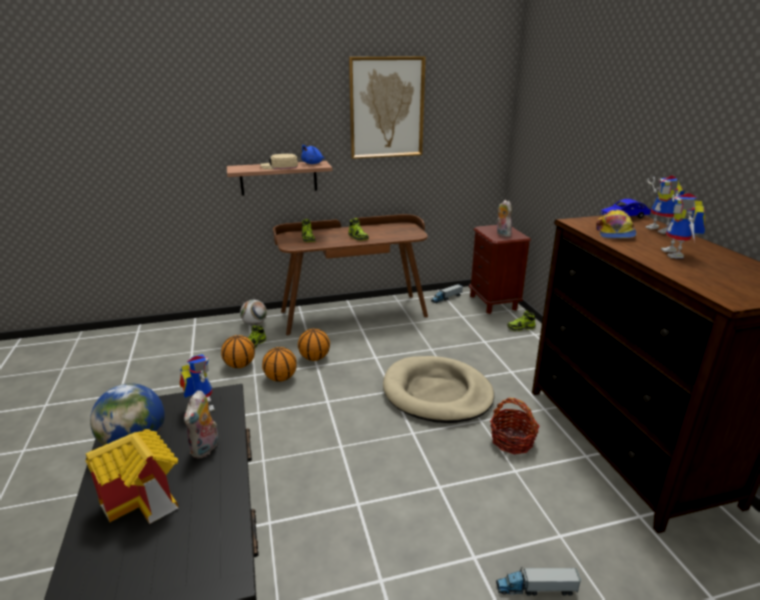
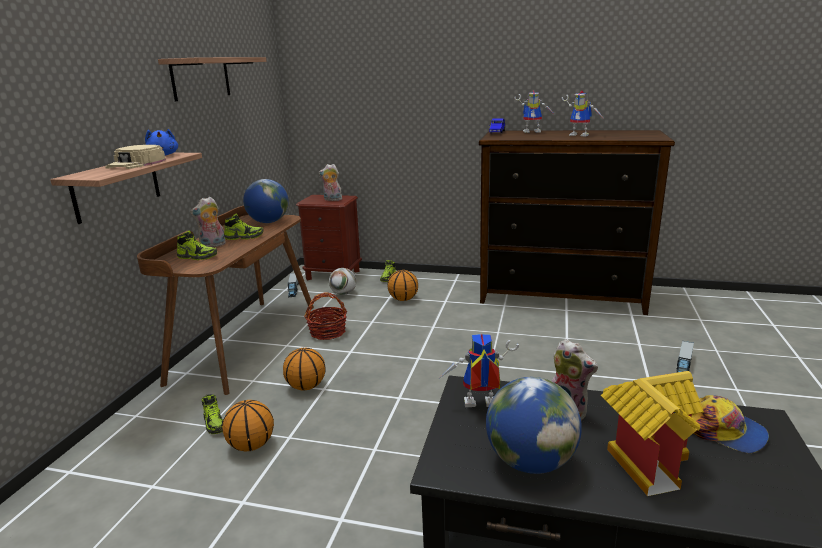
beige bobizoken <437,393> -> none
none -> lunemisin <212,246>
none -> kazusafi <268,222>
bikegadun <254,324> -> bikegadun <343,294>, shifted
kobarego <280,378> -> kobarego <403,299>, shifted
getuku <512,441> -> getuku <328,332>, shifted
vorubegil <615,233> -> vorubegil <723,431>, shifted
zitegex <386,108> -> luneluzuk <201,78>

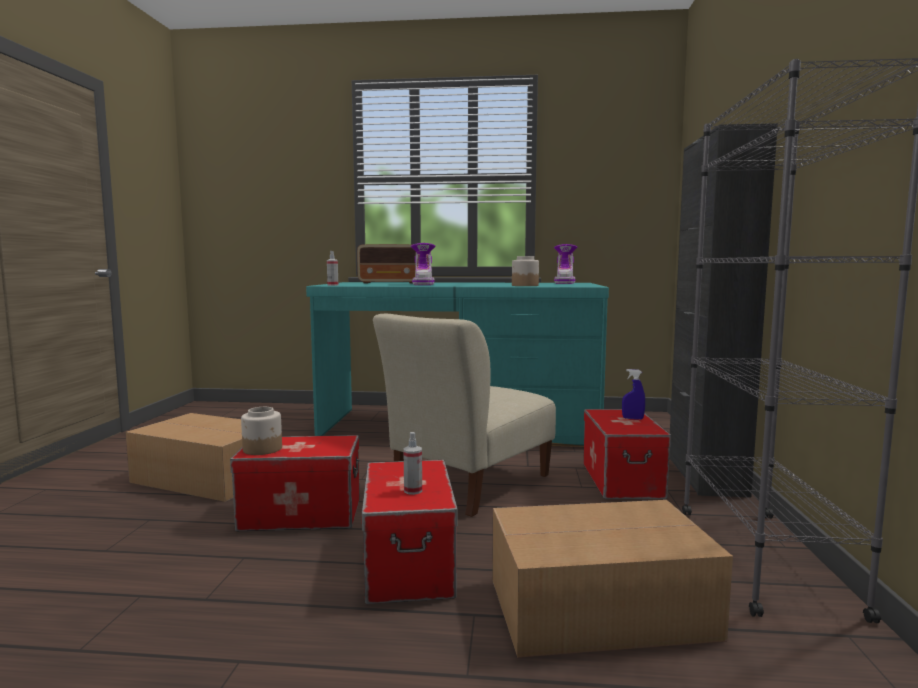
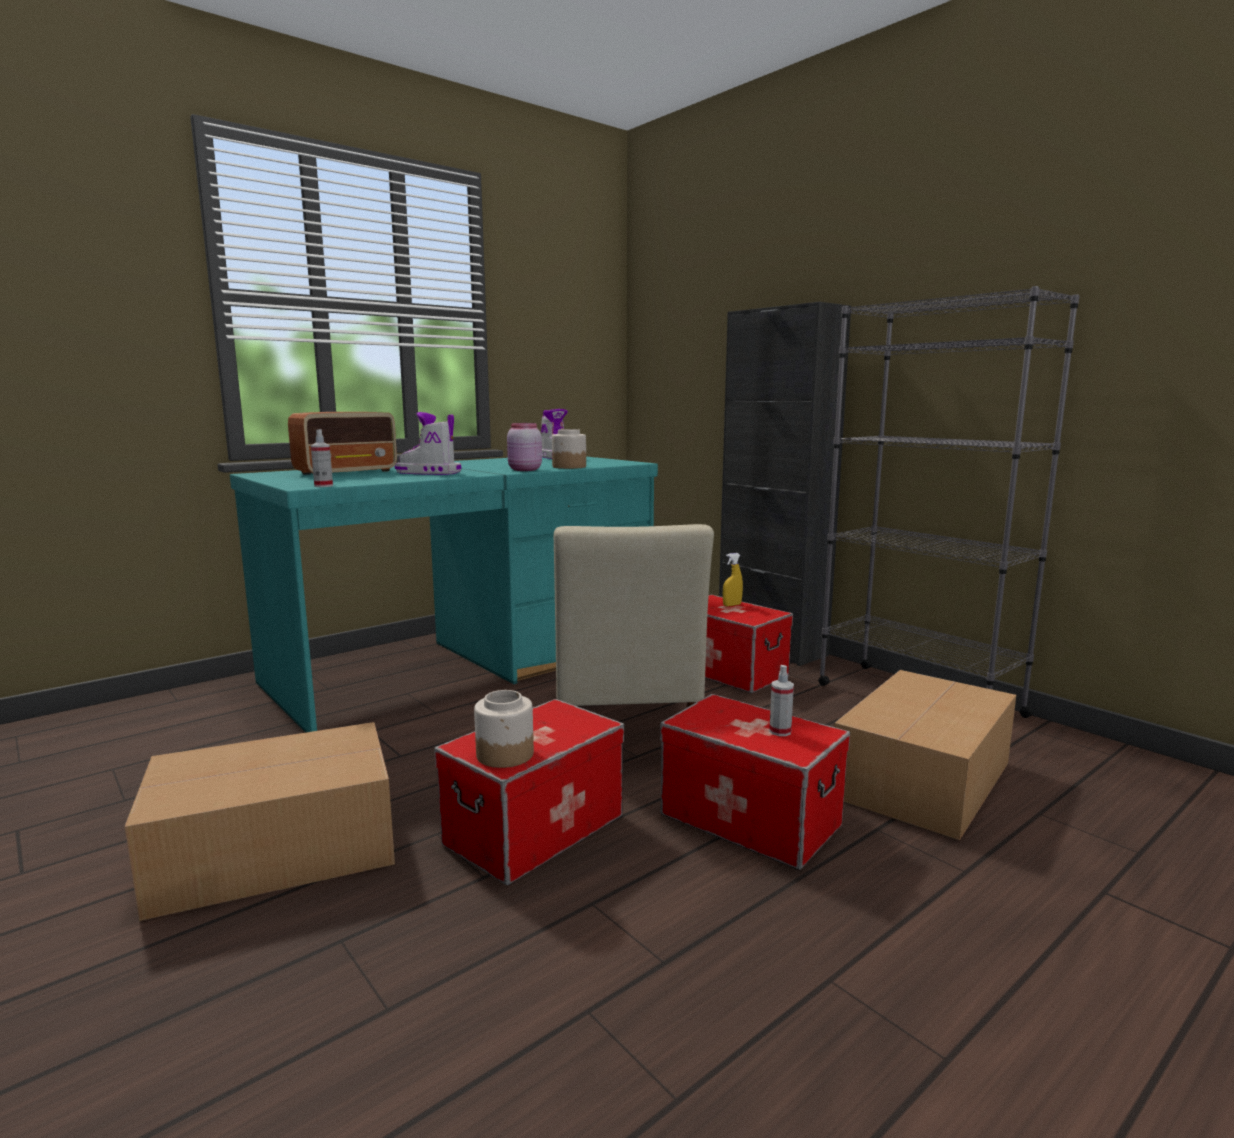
none -> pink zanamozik <524,470>
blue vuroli <632,418> -> yellow vuroli <732,605>
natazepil <423,284> -> natazepil <428,473>, 150 degrees clockwise

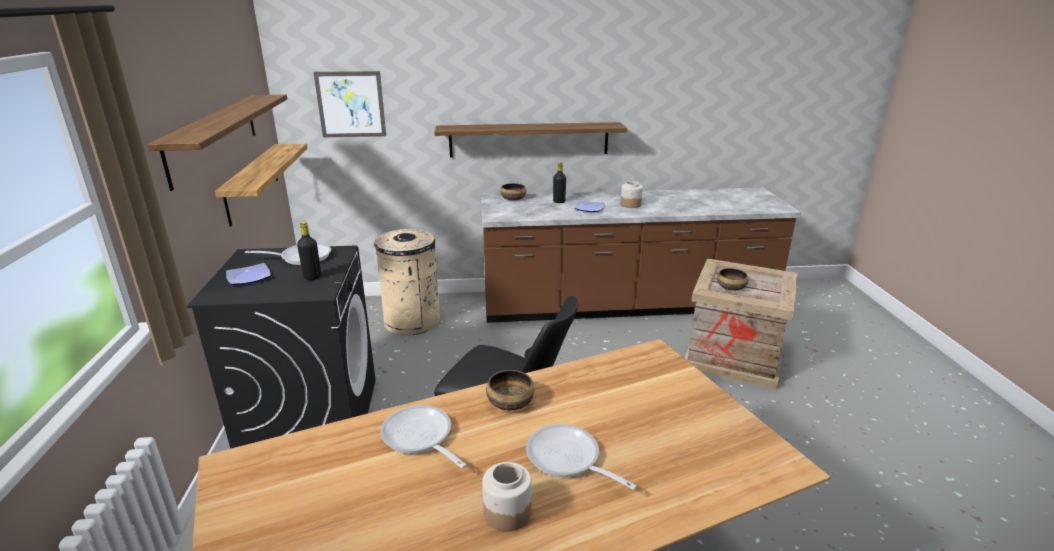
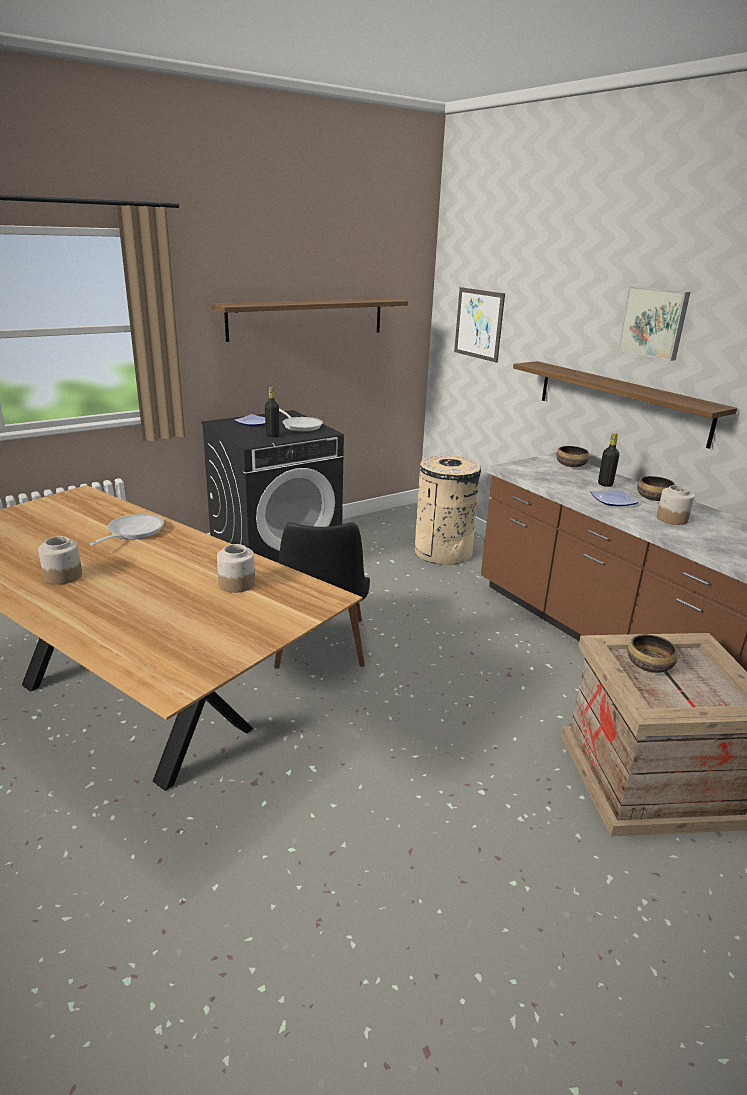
luneluzuk <252,182> -> none
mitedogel <567,459> -> none
none -> zanamozik <236,584>
none -> zitegex <654,322>
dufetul <510,401> -> dufetul <653,498>, shifted

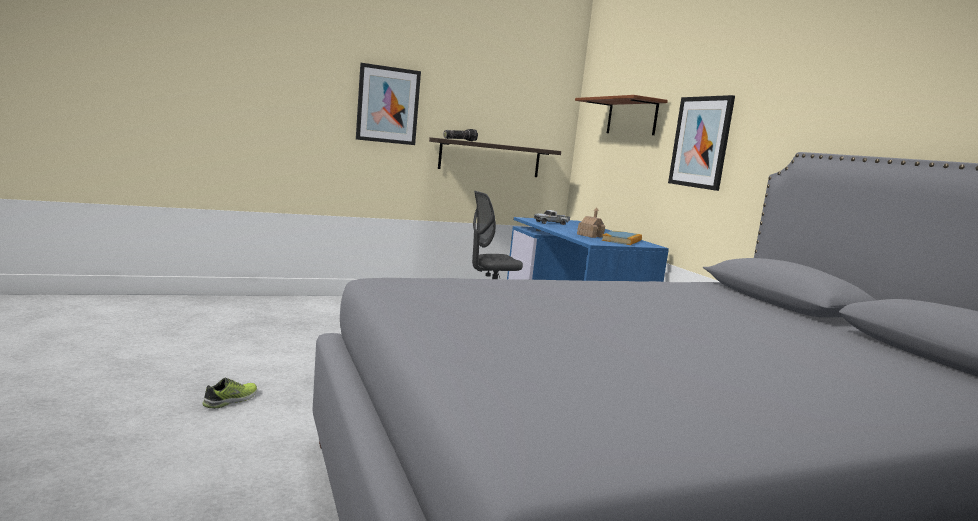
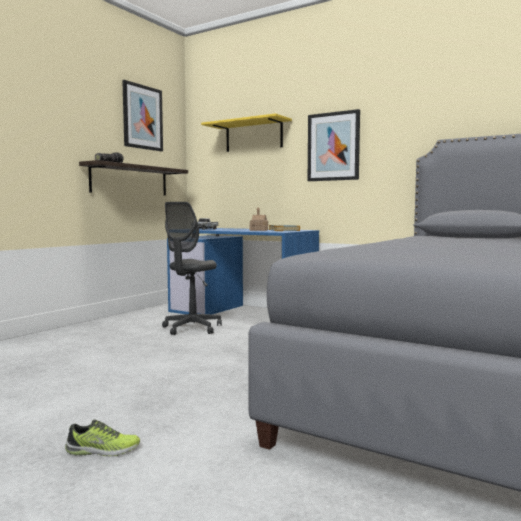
zitegex <388,105> -> zitegex <142,117>, shifted
brown luneluzuk <631,117> -> yellow luneluzuk <253,136>
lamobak <231,400> -> lamobak <102,450>, 90 degrees clockwise

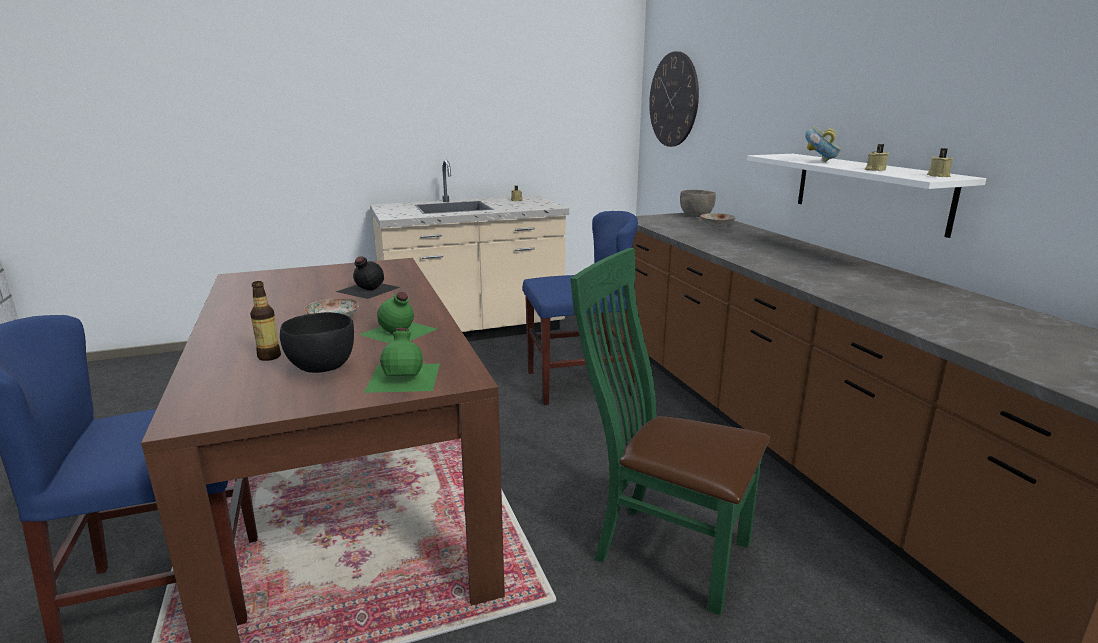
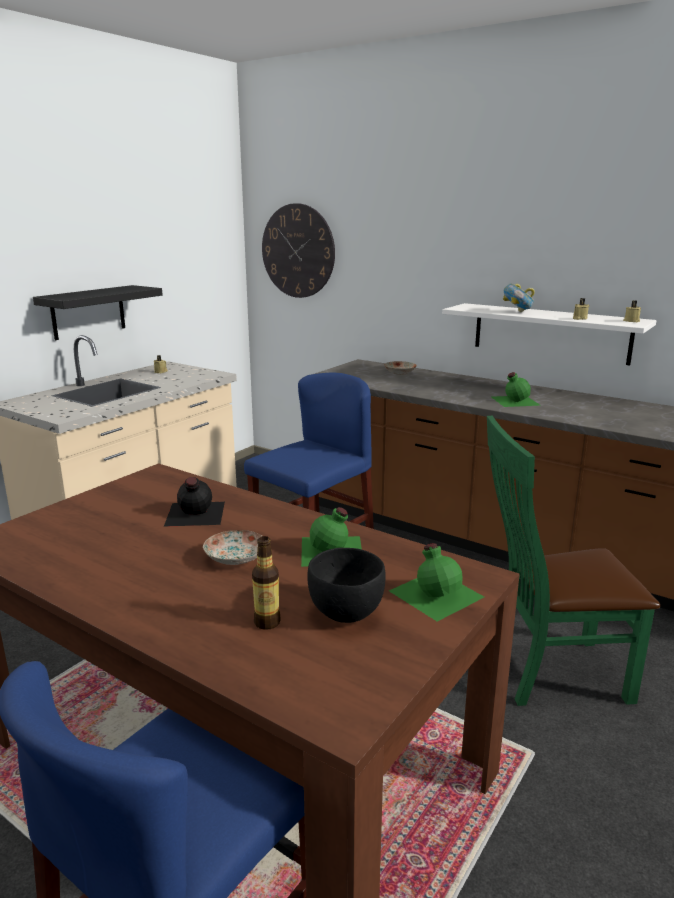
grey dufetul <696,216> -> none
none -> black luneluzuk <88,312>
none -> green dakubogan <514,400>

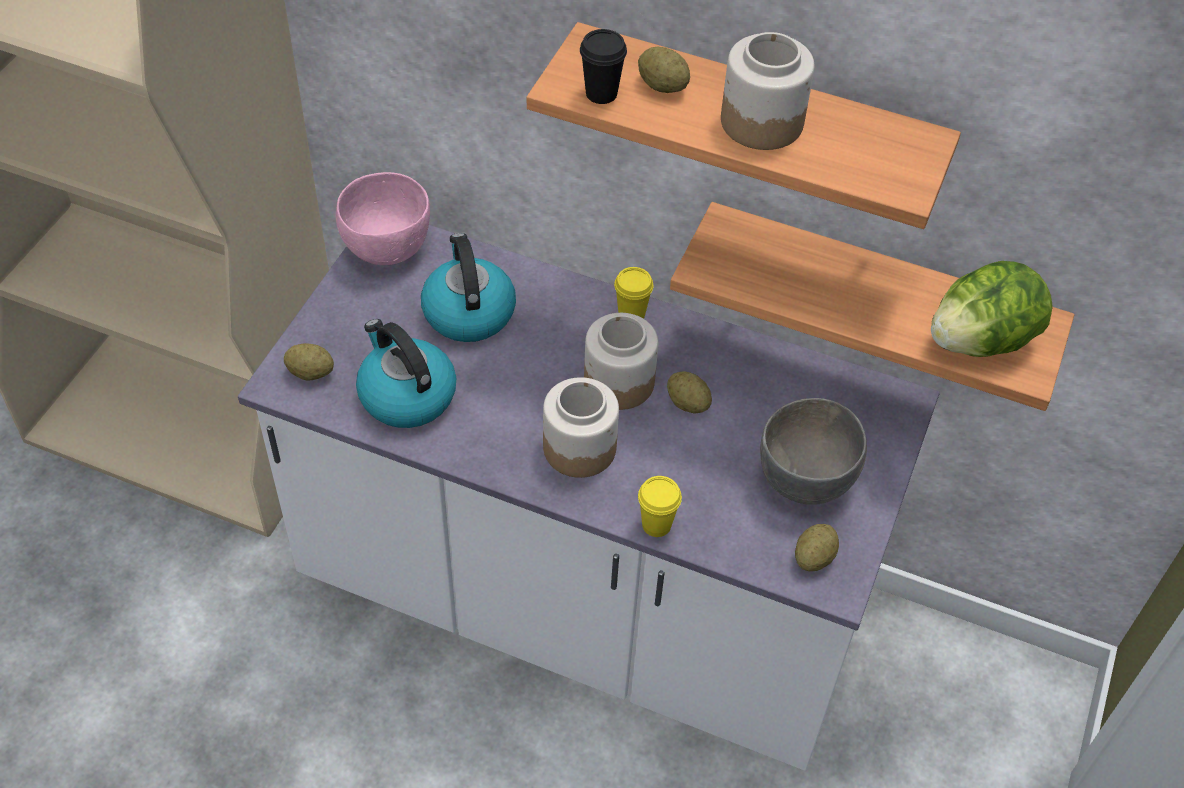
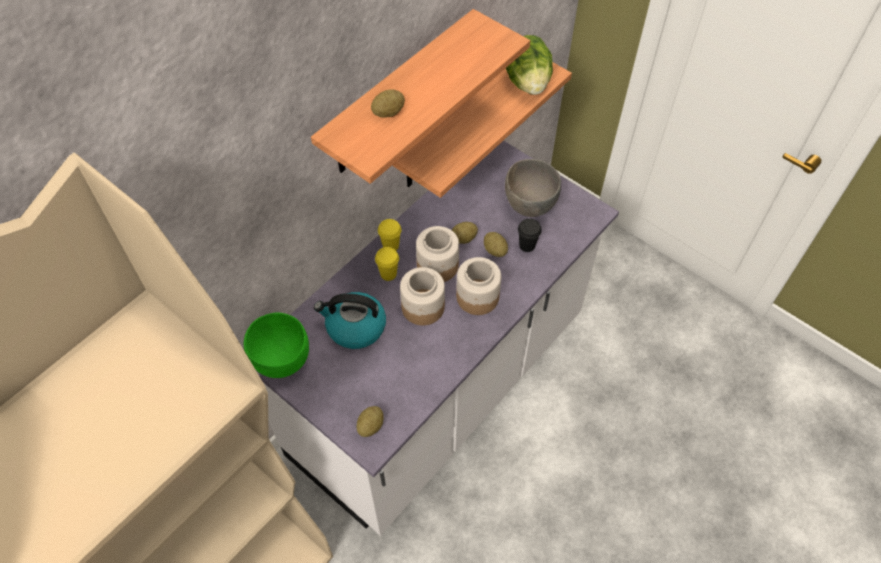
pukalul <406,395> -> none
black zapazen <601,94> -> black zapazen <527,245>, shifted
yellow zapazen <656,525> -> yellow zapazen <388,274>, shifted
zanamozik <761,121> -> zanamozik <422,307>, shifted
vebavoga <813,558> -> vebavoga <495,250>, shifted
pink dufetul <386,249> -> green dufetul <282,360>

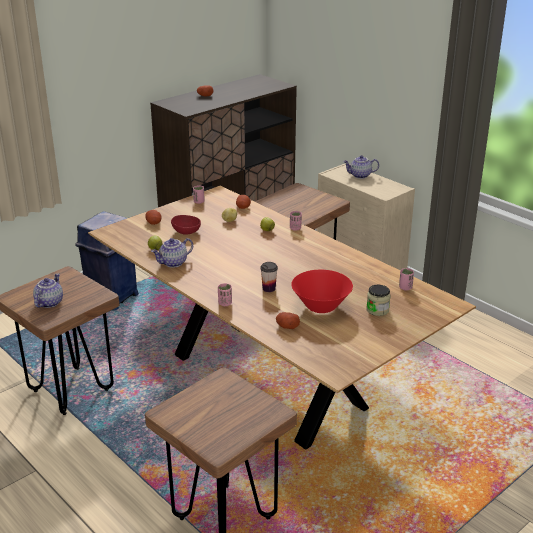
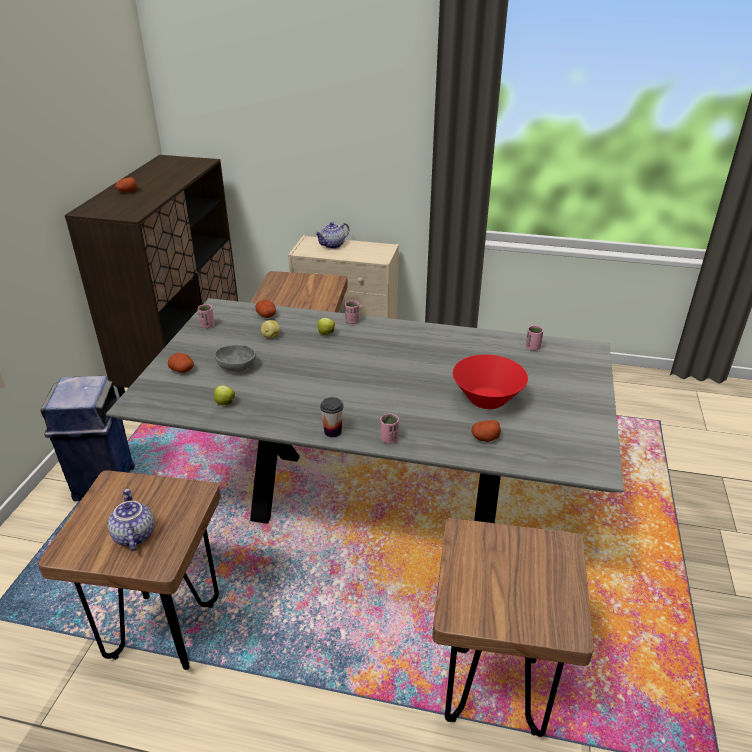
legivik <173,263> -> none
zanamozik <377,310> -> none
zapazen <269,289> -> zapazen <333,432>, shifted
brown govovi <266,380> -> grey govovi <376,503>
red dufetul <186,231> -> grey dufetul <236,367>

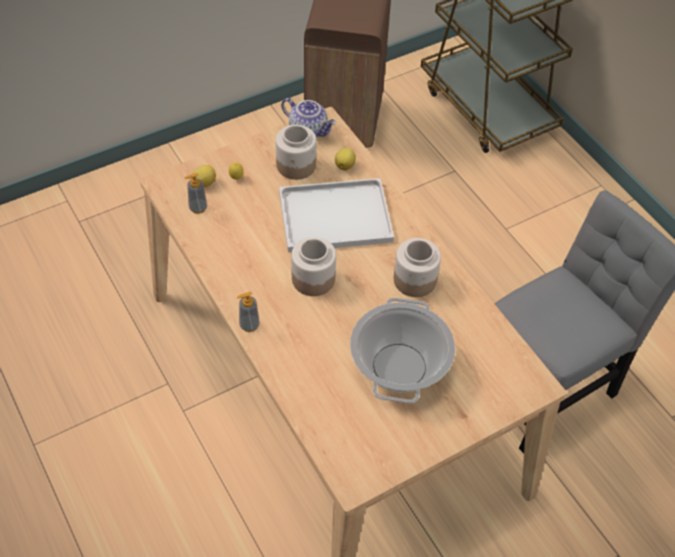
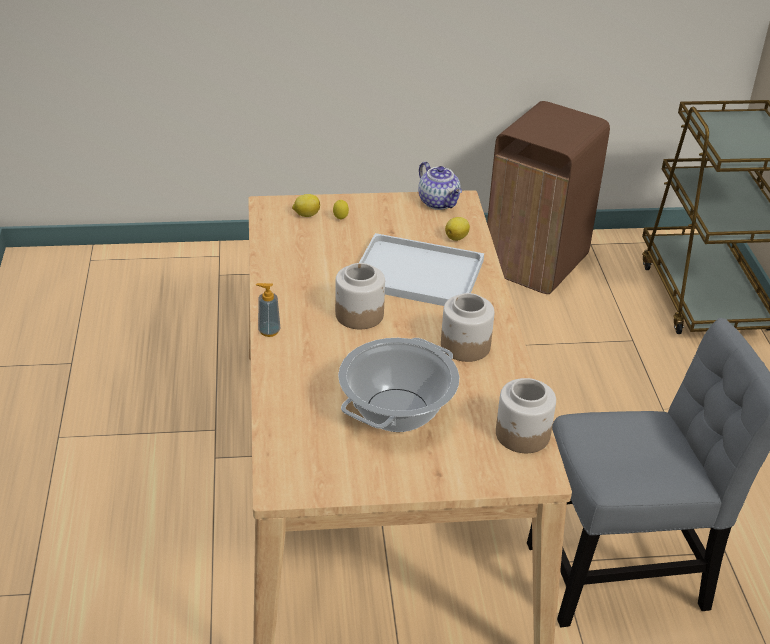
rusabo <198,208> -> none
zanamozik <296,165> -> zanamozik <522,435>, shifted

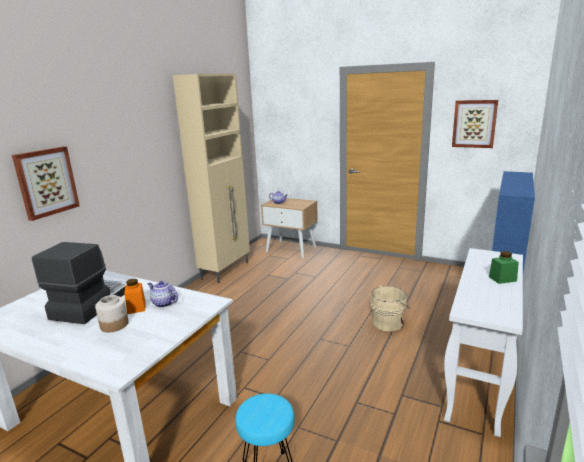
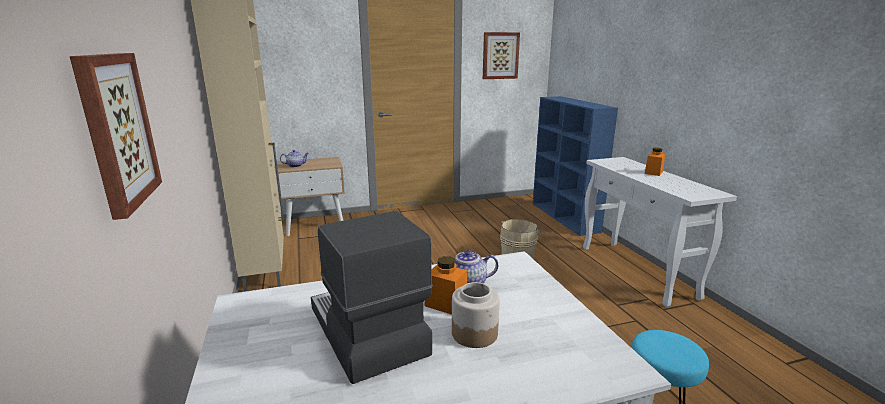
green zanamozik <502,279> -> orange zanamozik <653,172>

